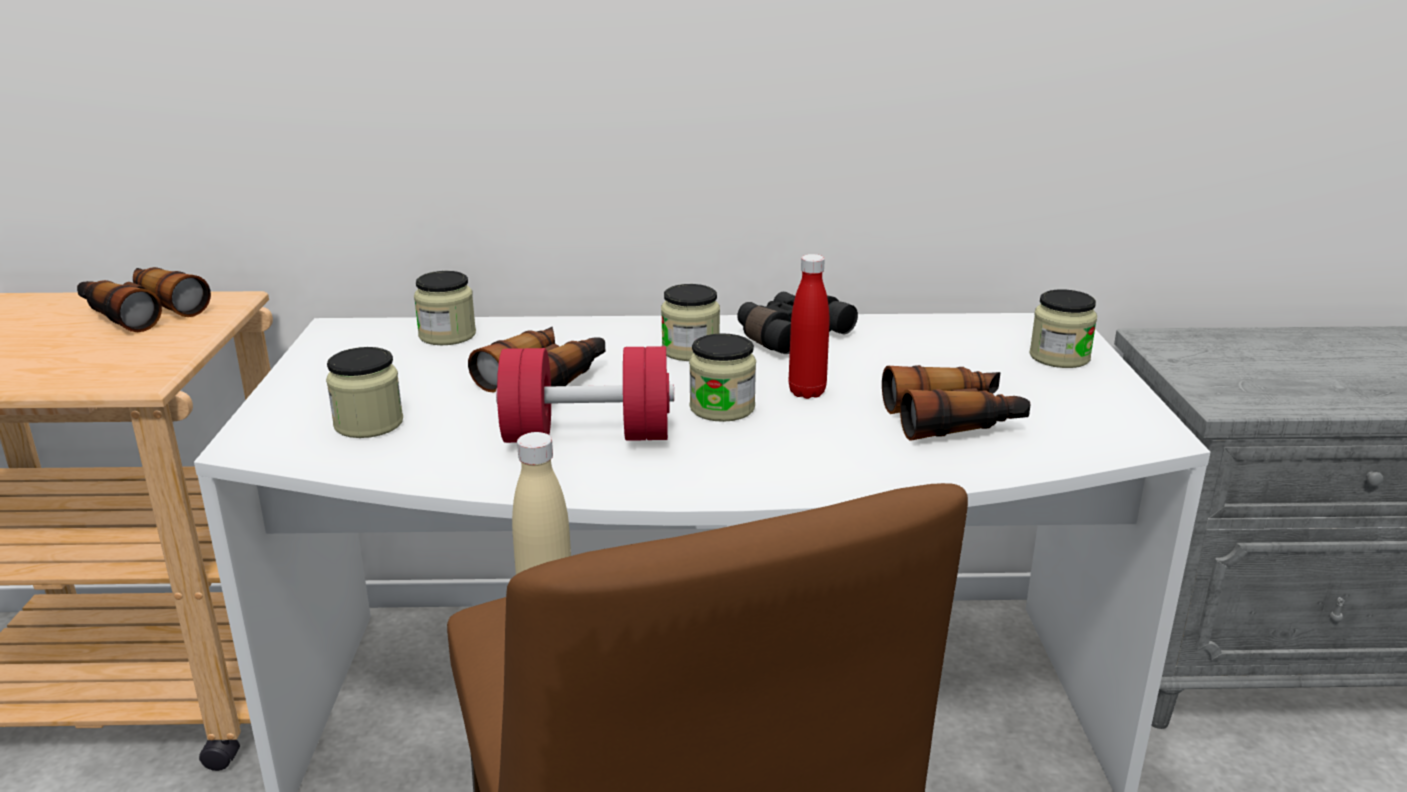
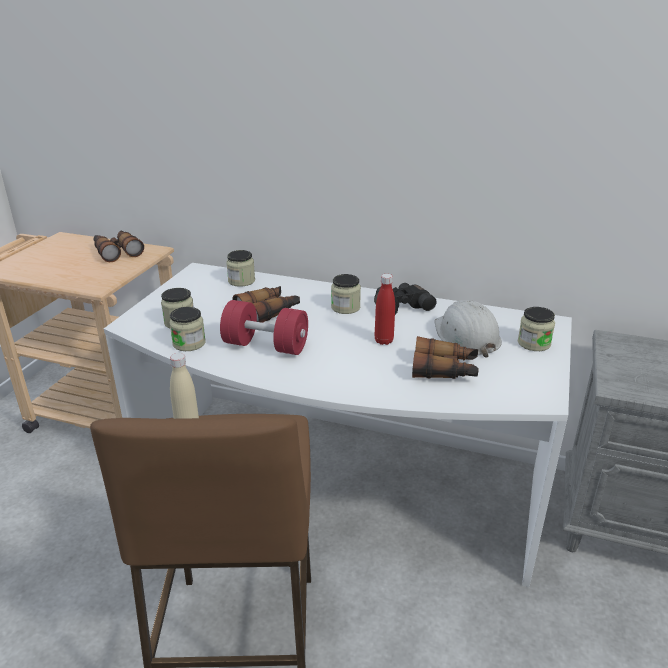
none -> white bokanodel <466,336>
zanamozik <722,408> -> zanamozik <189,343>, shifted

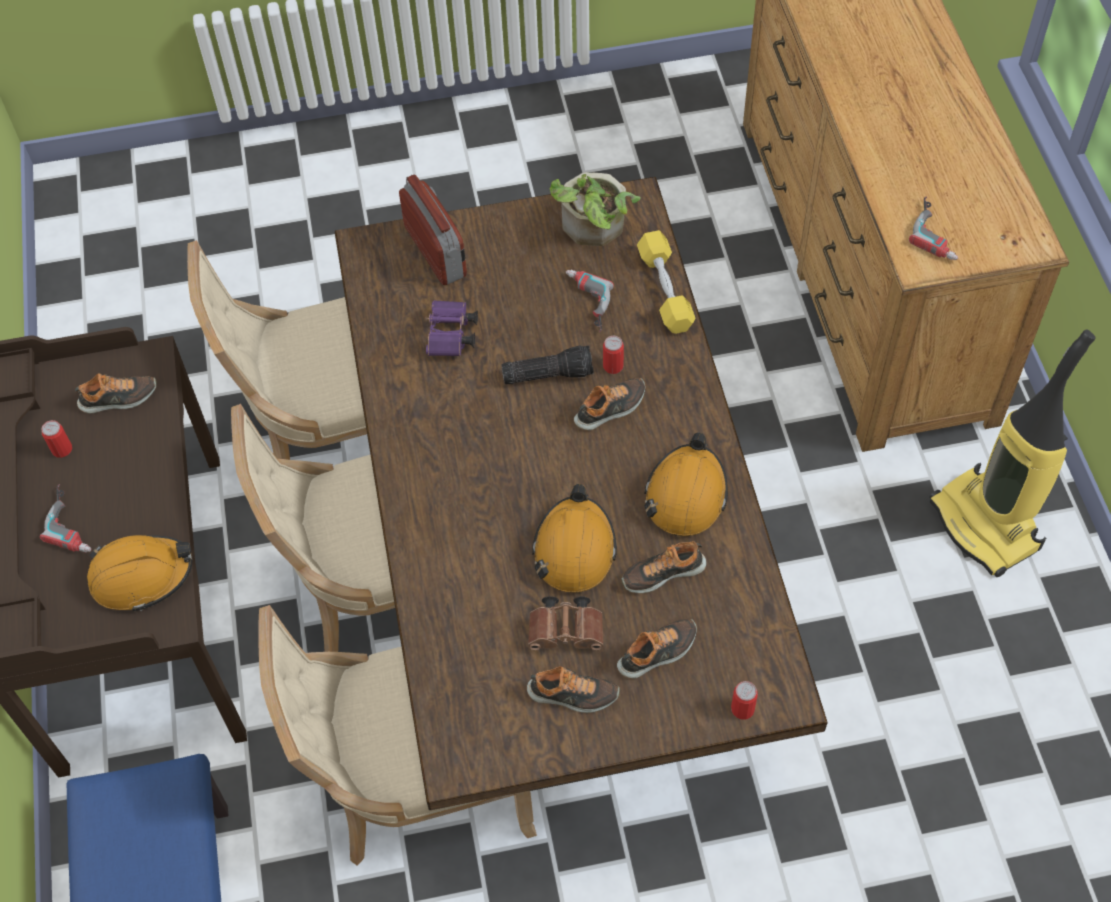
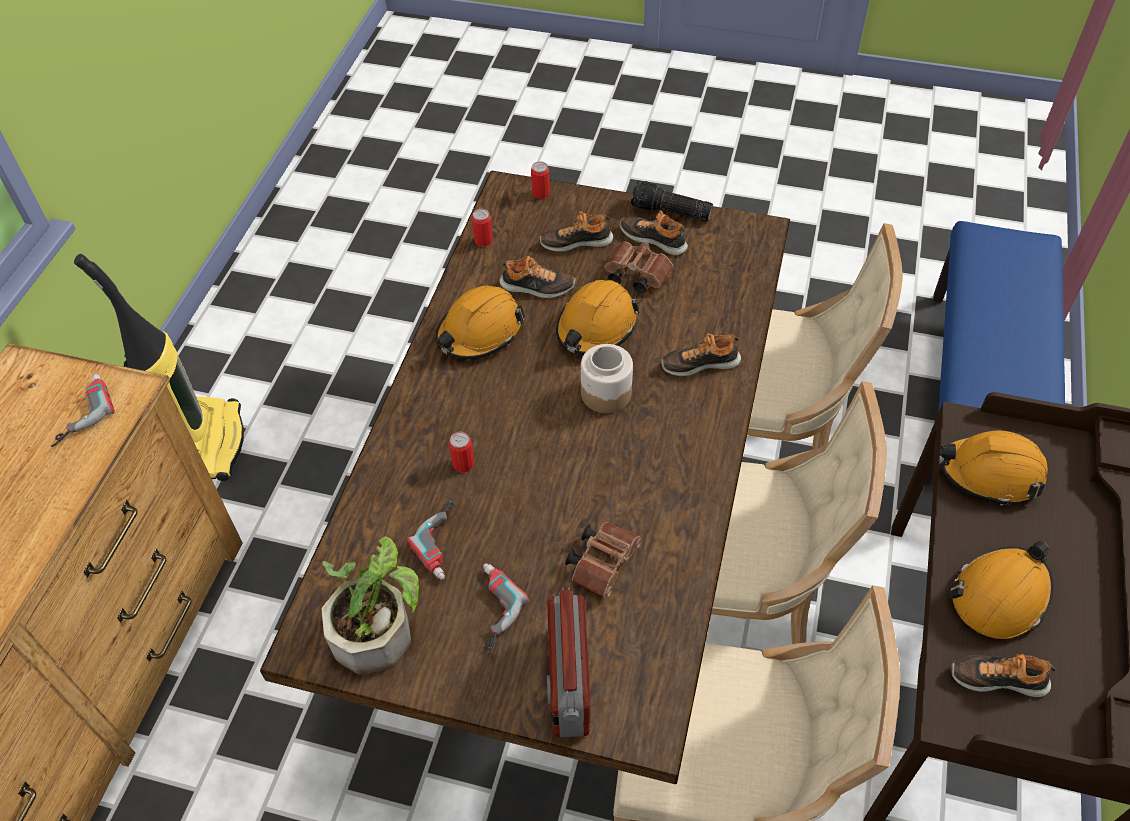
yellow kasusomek <665,290> -> none
none -> zanamozik <605,393>
none -> orange bokanodel <999,596>
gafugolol <75,522> -> gafugolol <488,610>, shifted
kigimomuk <62,449> -> kigimomuk <483,240>, shifted
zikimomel <548,373> -> zikimomel <670,212>, shifted
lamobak <611,408> -> lamobak <699,363>, shifted
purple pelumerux <451,337> -> brown pelumerux <604,562>

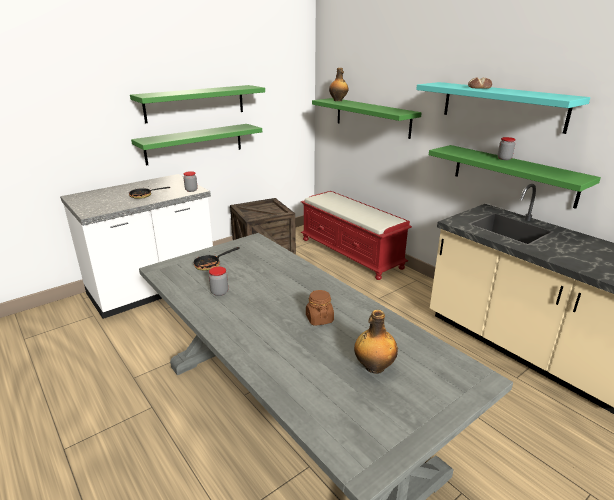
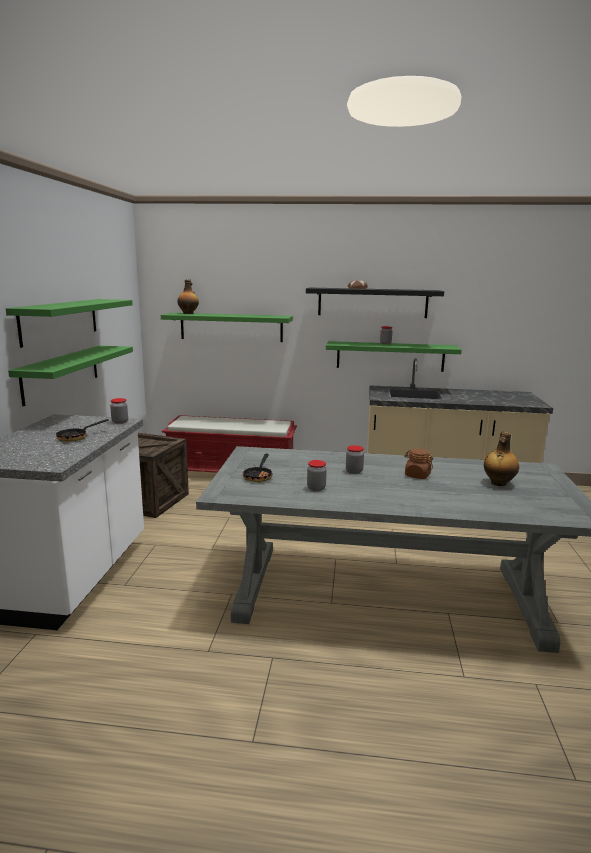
none -> zanamozik <354,471>
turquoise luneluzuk <502,106> -> black luneluzuk <372,302>

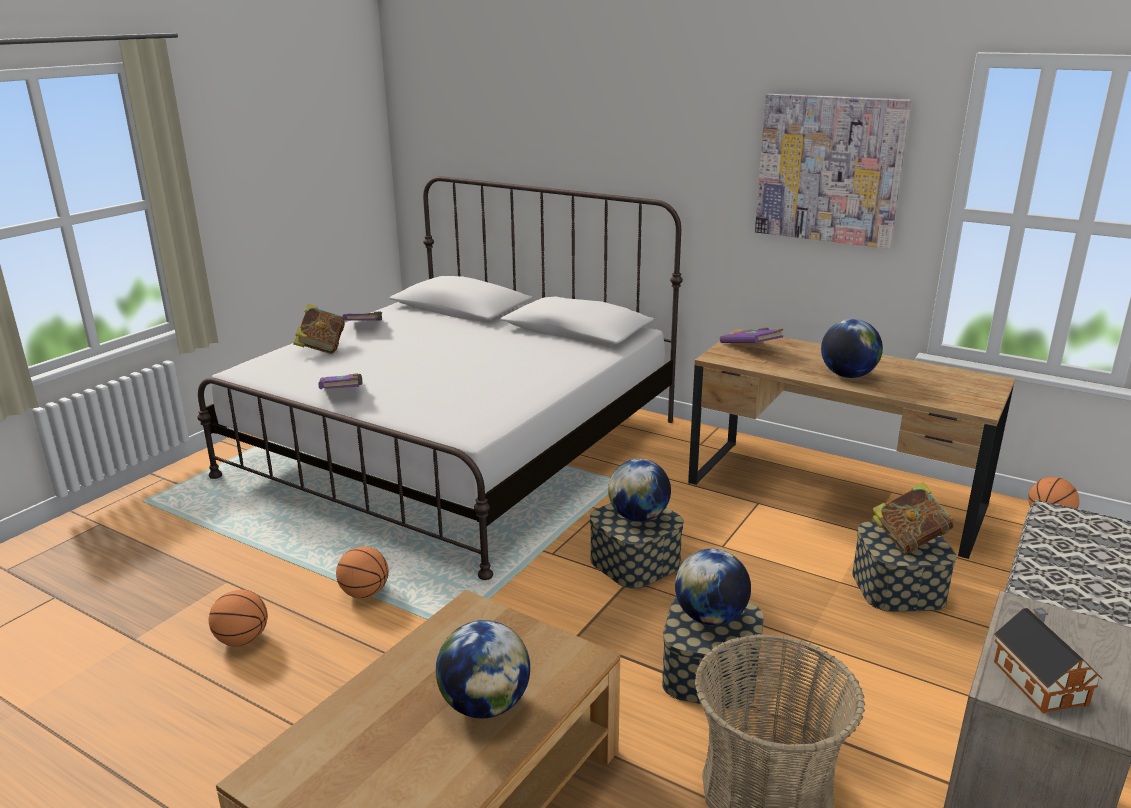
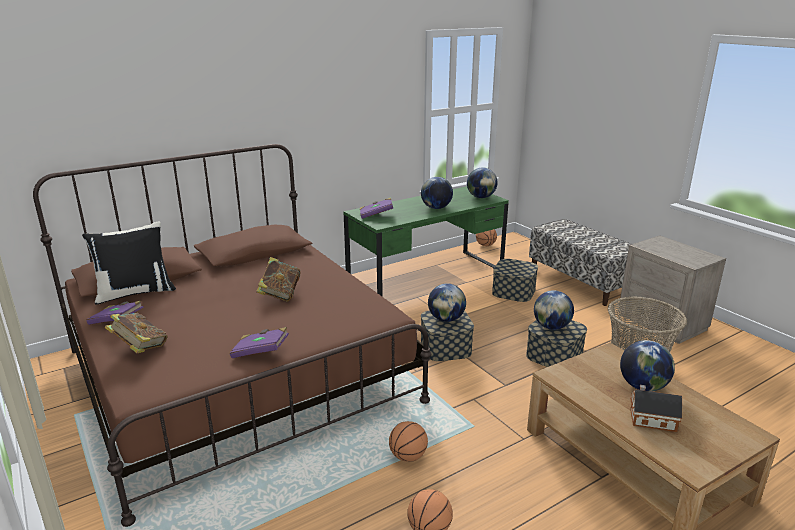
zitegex <829,169> -> none
none -> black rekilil <135,292>
none -> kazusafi <481,197>
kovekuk <909,540> -> kovekuk <280,294>, shifted
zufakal <1038,680> -> zufakal <650,419>, shifted
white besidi <456,447> -> brown besidi <238,375>
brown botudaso <834,494> -> green botudaso <426,277>

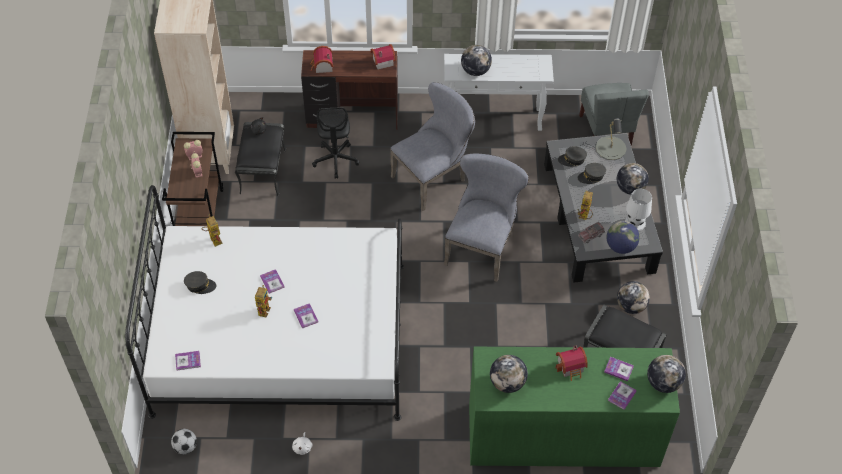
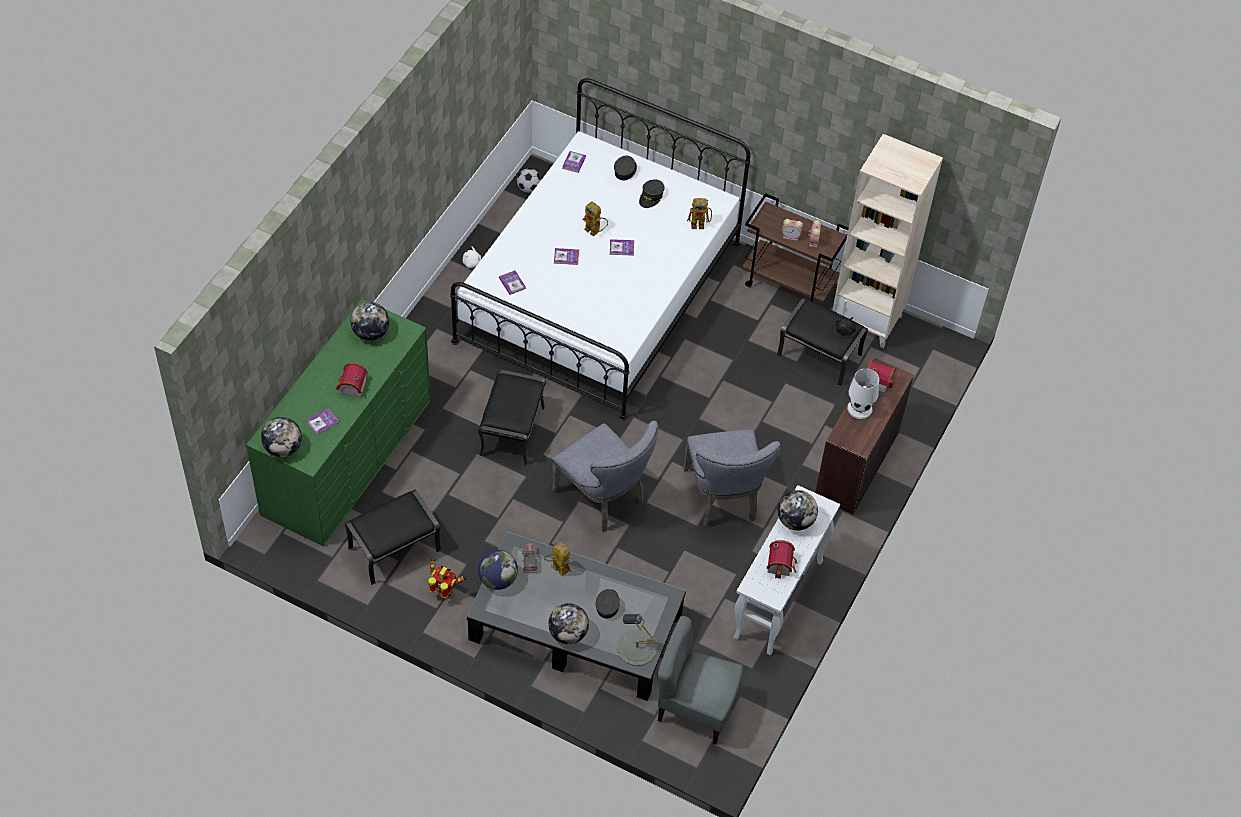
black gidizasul <335,160> -> none
none -> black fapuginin <511,430>
zufakal <382,61> -> zufakal <781,564>, shifted
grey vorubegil <572,160> -> grey vorubegil <625,171>, shifted
kovekuk <622,396> -> kovekuk <512,283>, shifted
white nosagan <635,222> -> white nosagan <860,409>, shifted
kazusafi <631,306> -> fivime <444,592>

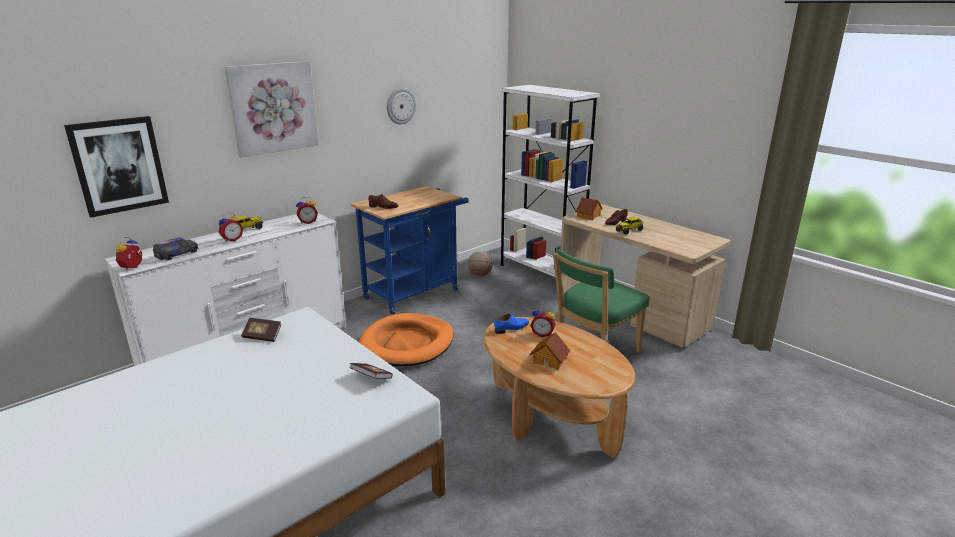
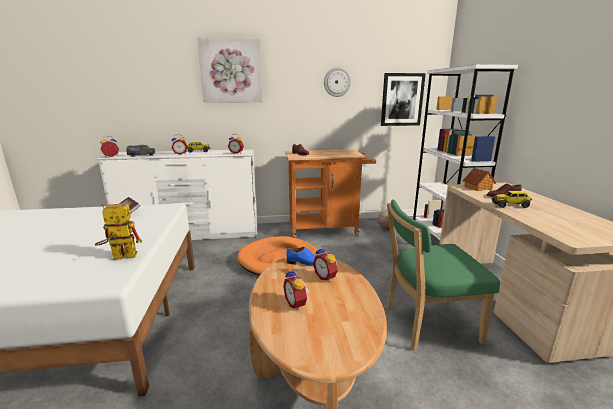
zitegex <119,165> -> zitegex <402,99>, shifted
kovekuk <371,378> -> fivime <119,257>
zufakal <550,360> -> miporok <297,304>
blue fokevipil <416,292> -> orange fokevipil <327,229>

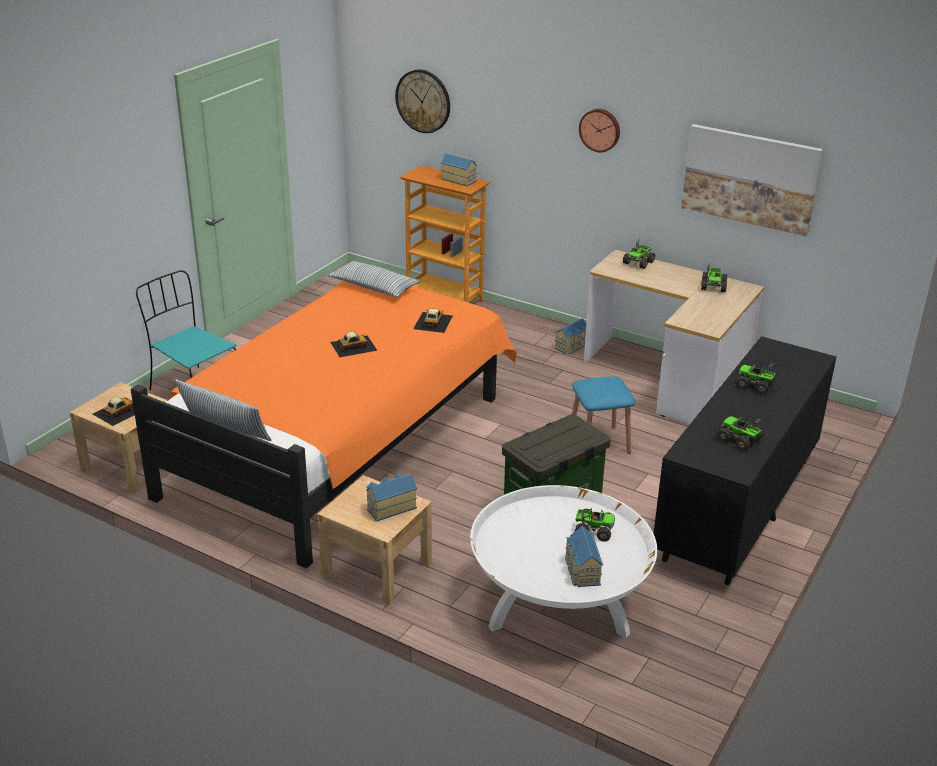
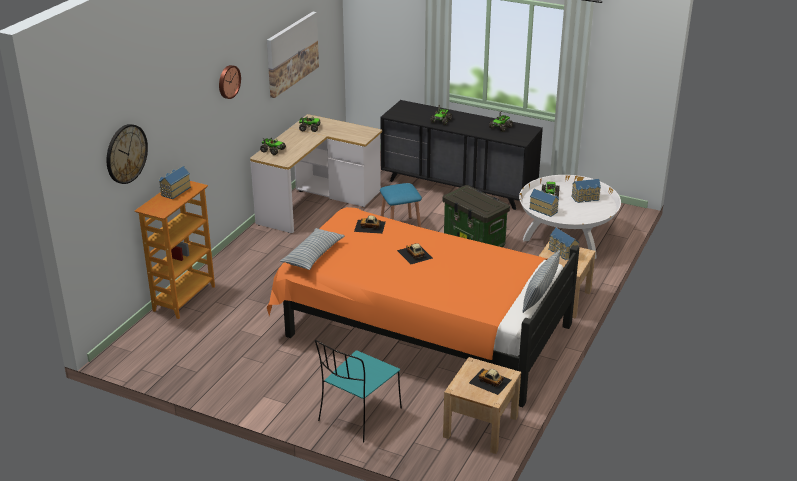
zufakal <572,346> -> zufakal <544,209>, shifted

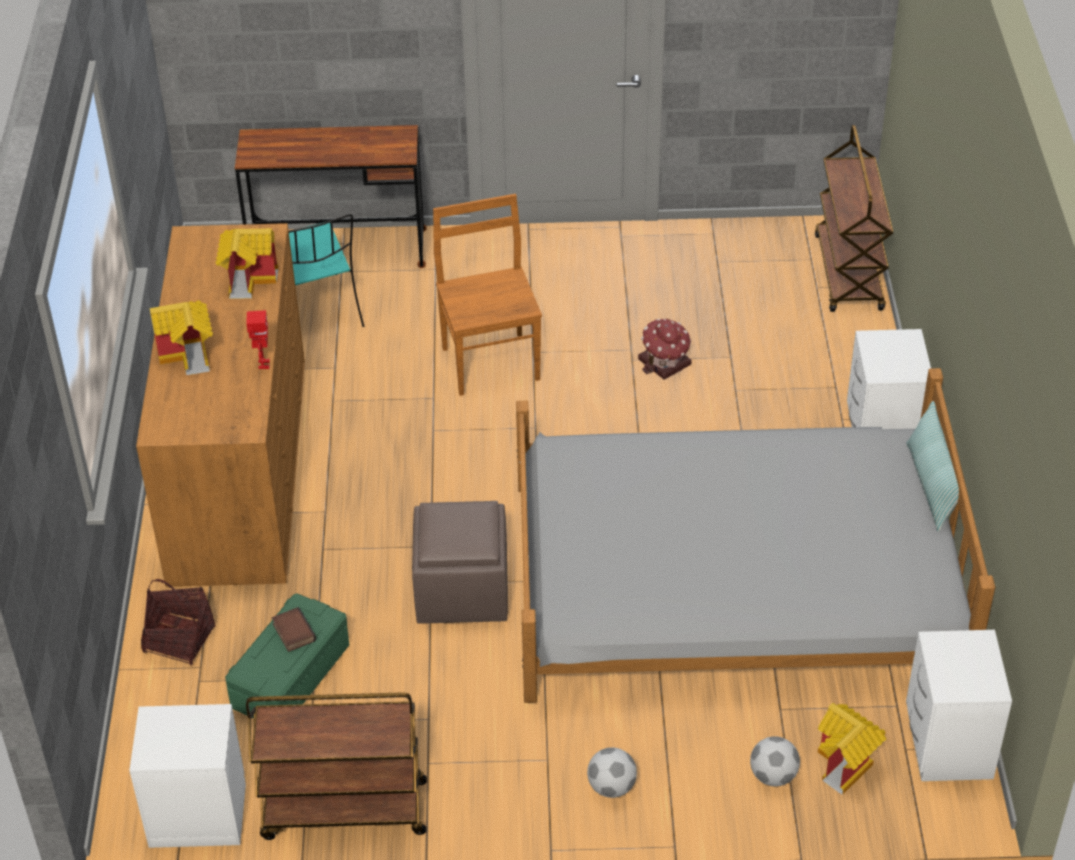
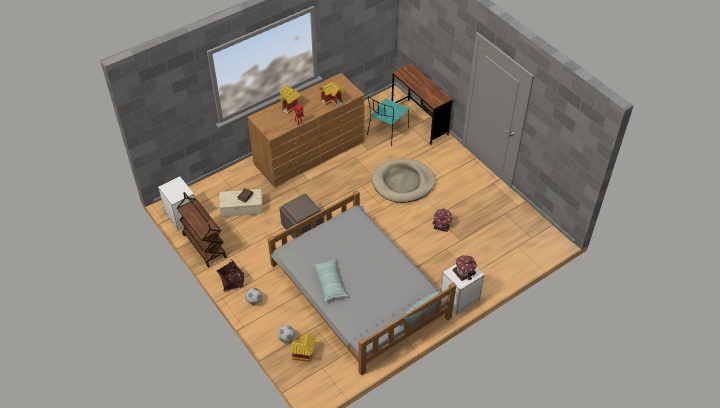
brown fokevipil <849,273> -> none
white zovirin <947,746> -> none
none -> rekilil <330,283>
none -> zufakal <464,272>
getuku <179,640> -> getuku <232,282>, shifted
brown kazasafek <490,362> -> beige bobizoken <403,183>
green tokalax <291,677> -> beige tokalax <242,208>

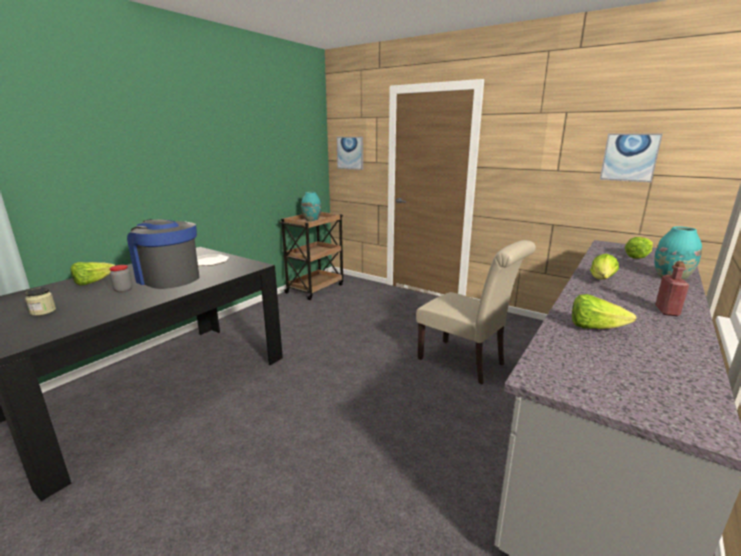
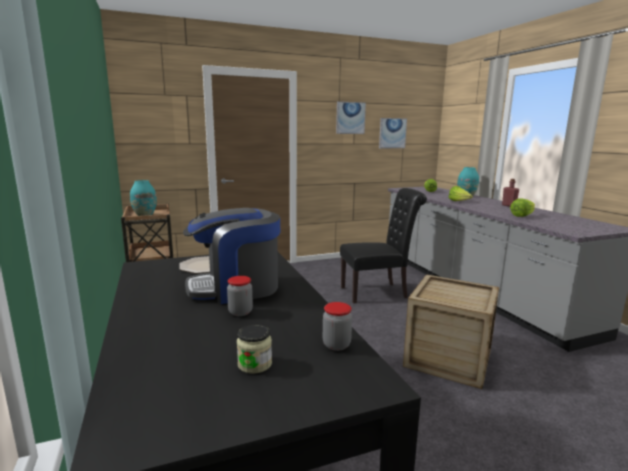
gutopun <93,282> -> none
none -> zanamozik <336,345>
none -> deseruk <448,359>
zitegex <350,153> -> zitegex <350,118>, shifted
beige kazasafek <466,363> -> black kazasafek <378,292>

